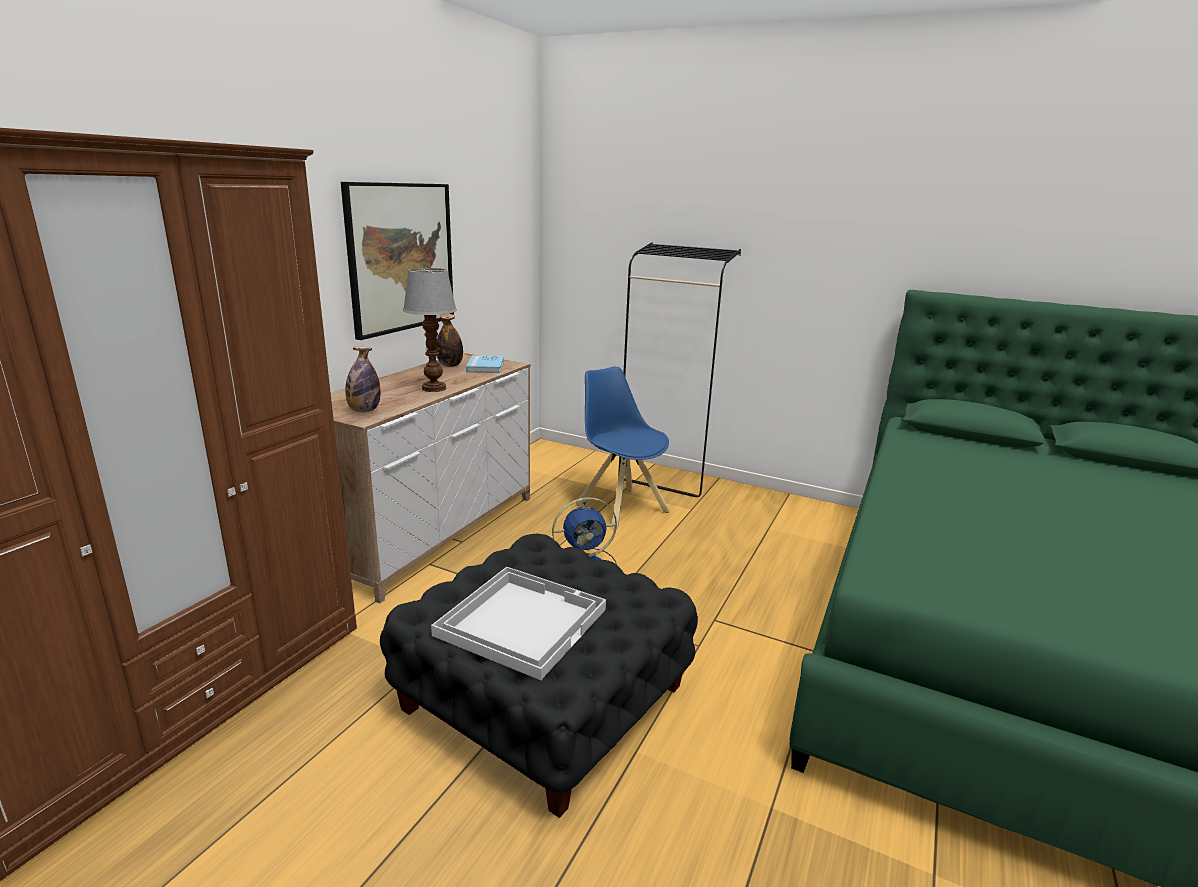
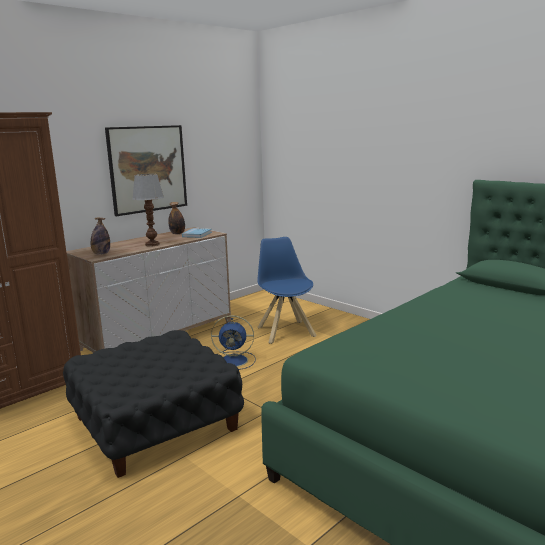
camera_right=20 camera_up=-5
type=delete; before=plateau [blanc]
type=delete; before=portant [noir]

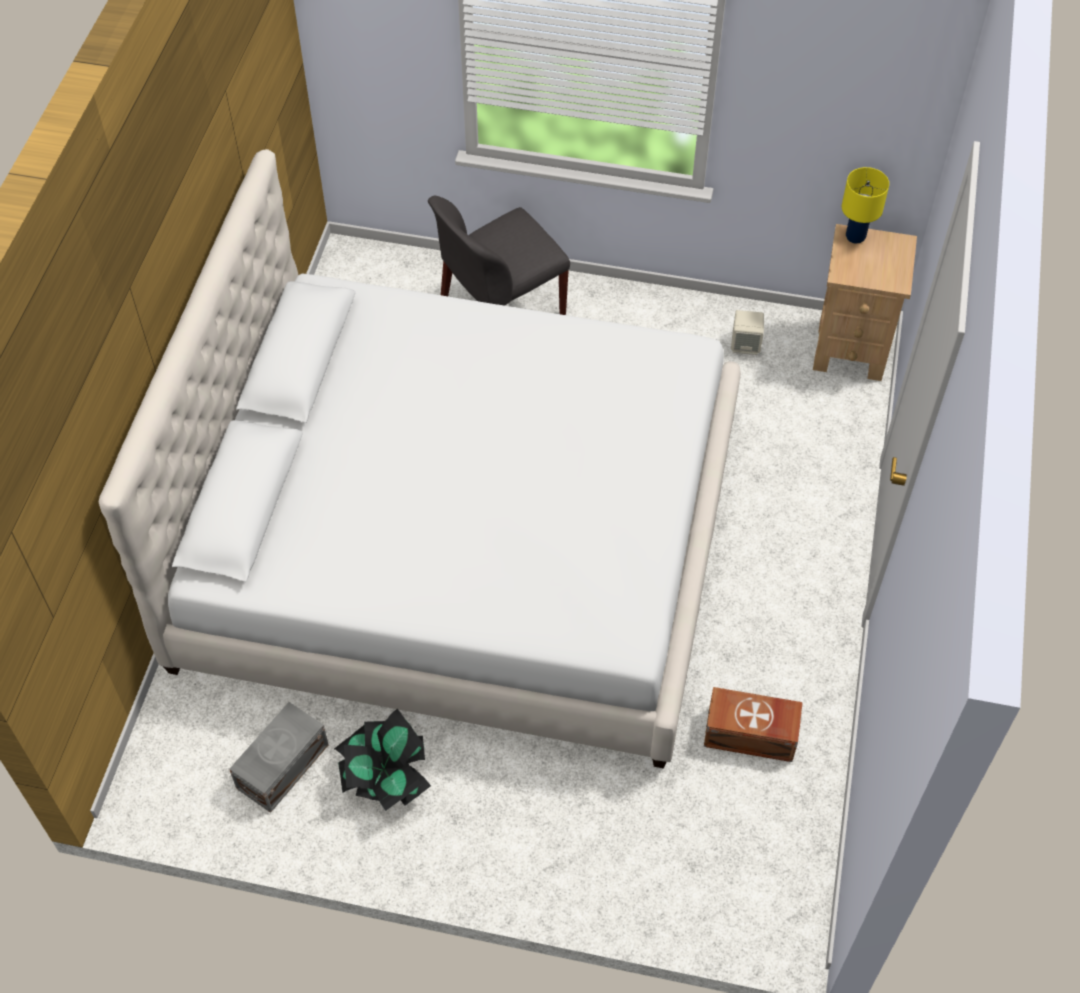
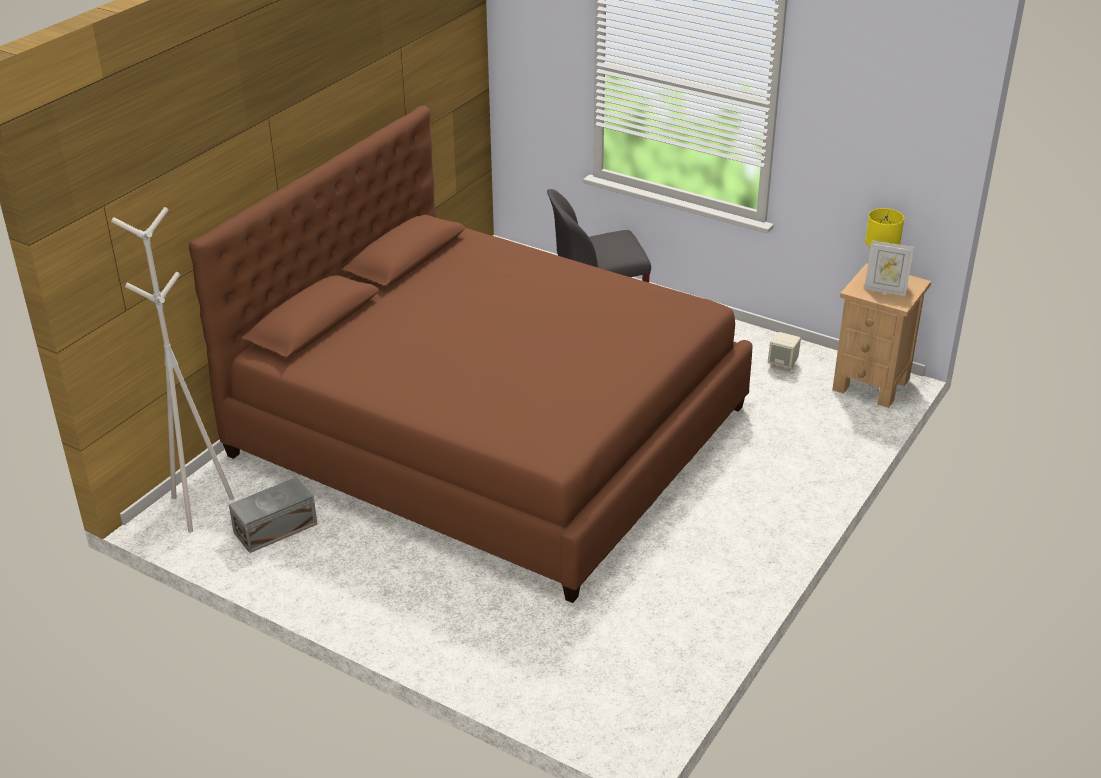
camera_right=20 camera_up=-20
type=delete; before=plante en pot
type=delete; before=boîte de rangement [marron]
type=insert; after=portant [gris]
type=insert; after=cadre photo
type=recolor; before=lit [blanc]; after=lit [marron]

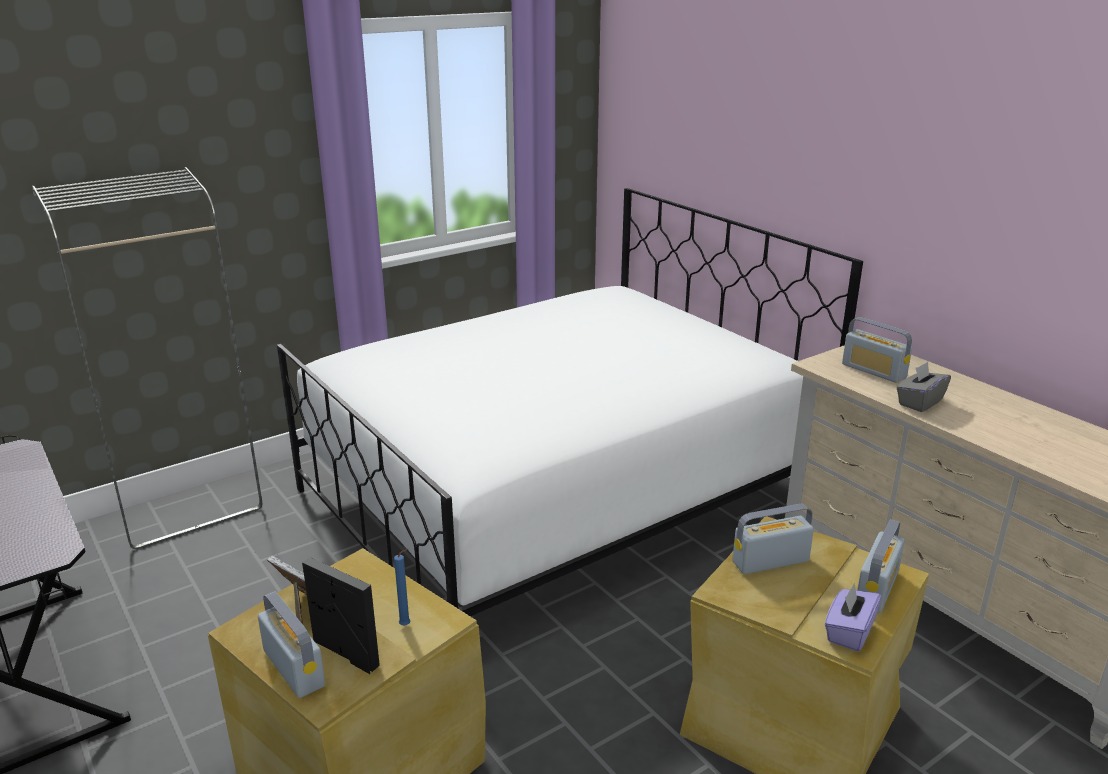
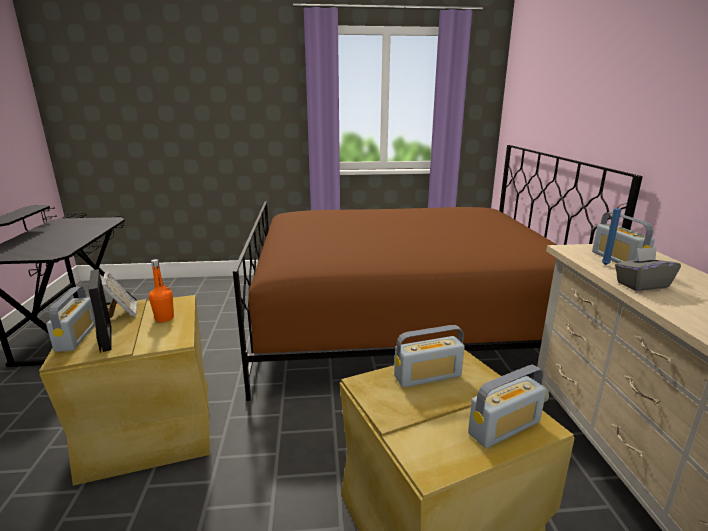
camera_right=30 camera_up=-5
type=delete; before=portant [gris]
type=delete; before=boîte à mouchoirs [violet]
type=insert; after=bouteille [orange]
type=move; before=bougie [bleu]
type=recolor; before=lit [blanc]; after=lit [marron]
type=rotate; before=radio (2nd from left); turn=150

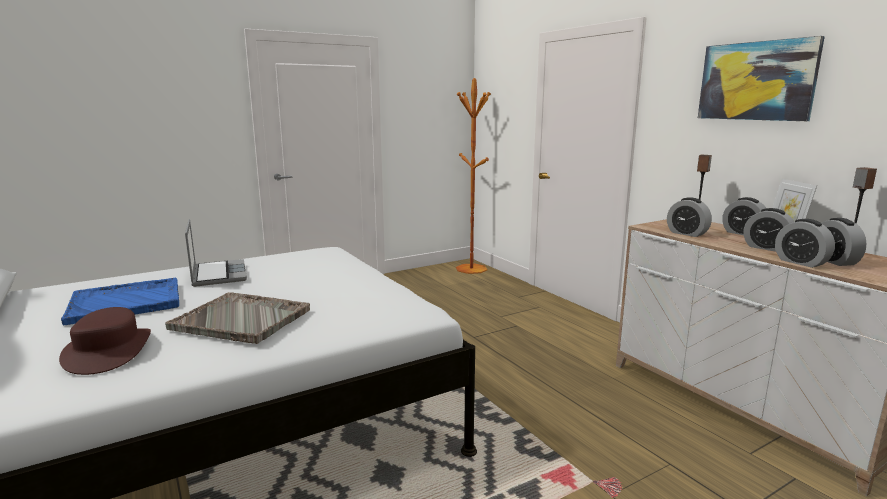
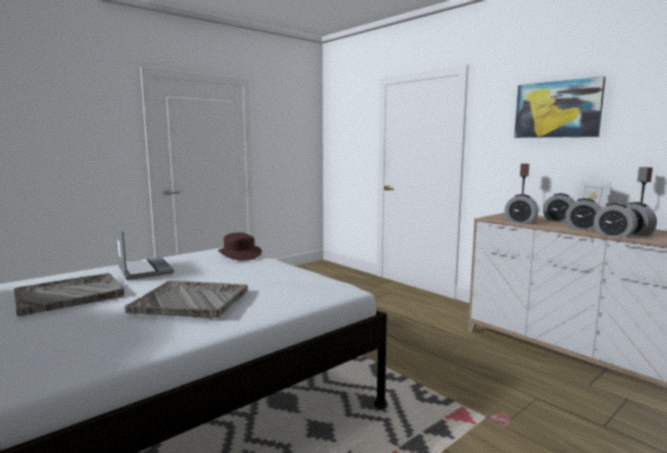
camera_right=-10 camera_up=-5
type=delete; before=portant [orange]
type=move; before=chapeau [marron]
type=recolor; before=plateau [bleu]; after=plateau [gris] (1st from left)

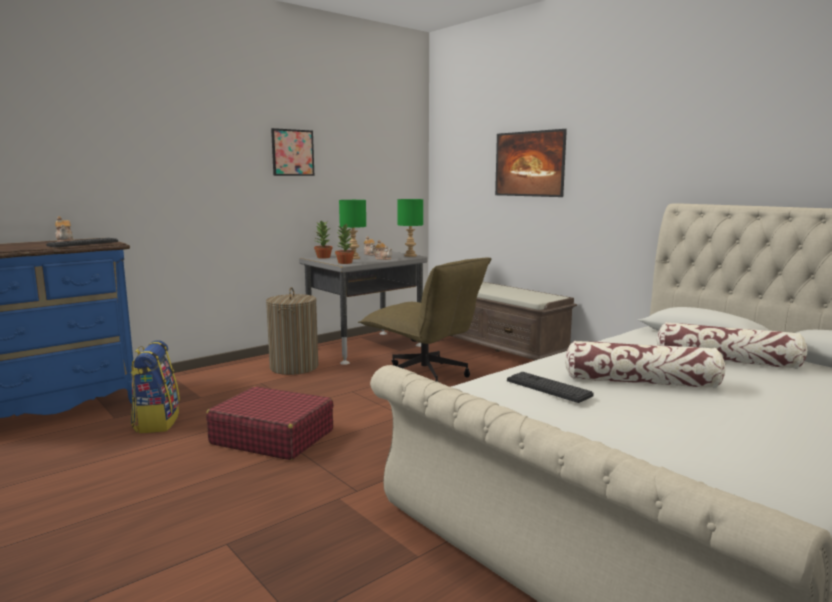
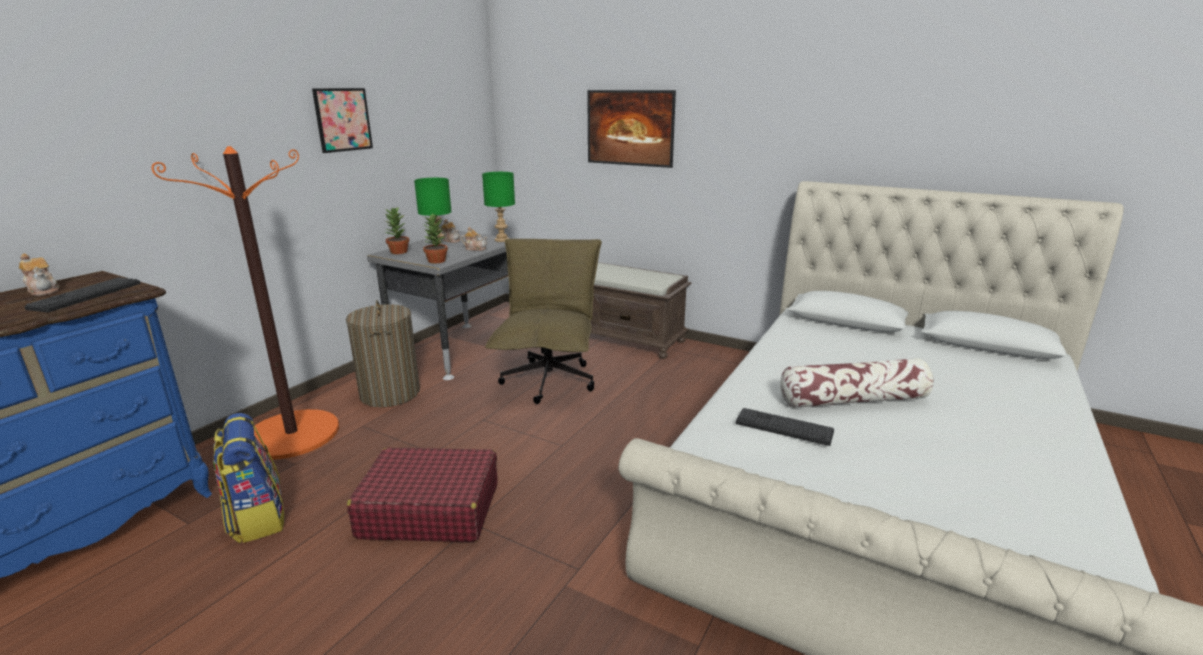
camera_right=-20 camera_up=10
type=delete; before=coussin (2nd from left)
type=insert; after=portant [orange]
type=rotate; before=chaise de bureau [beige]; turn=-105

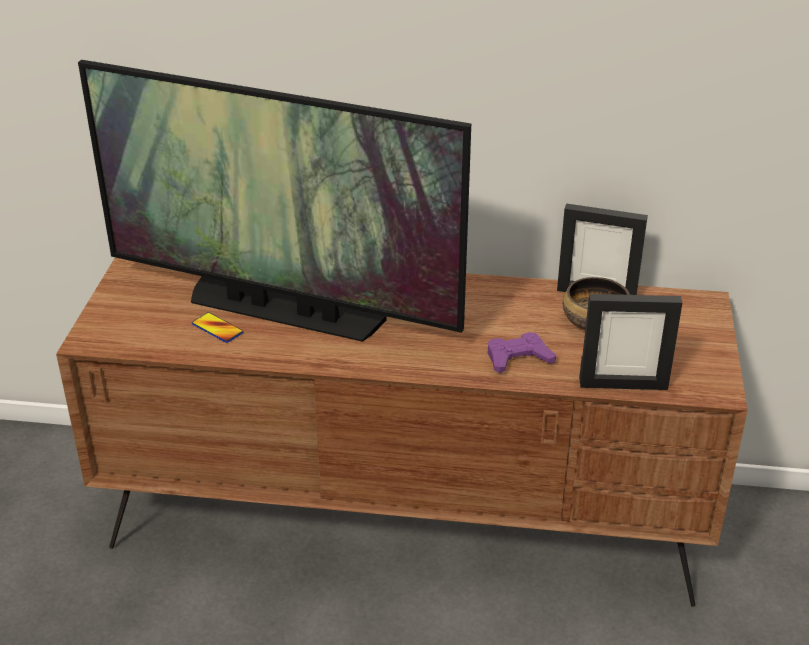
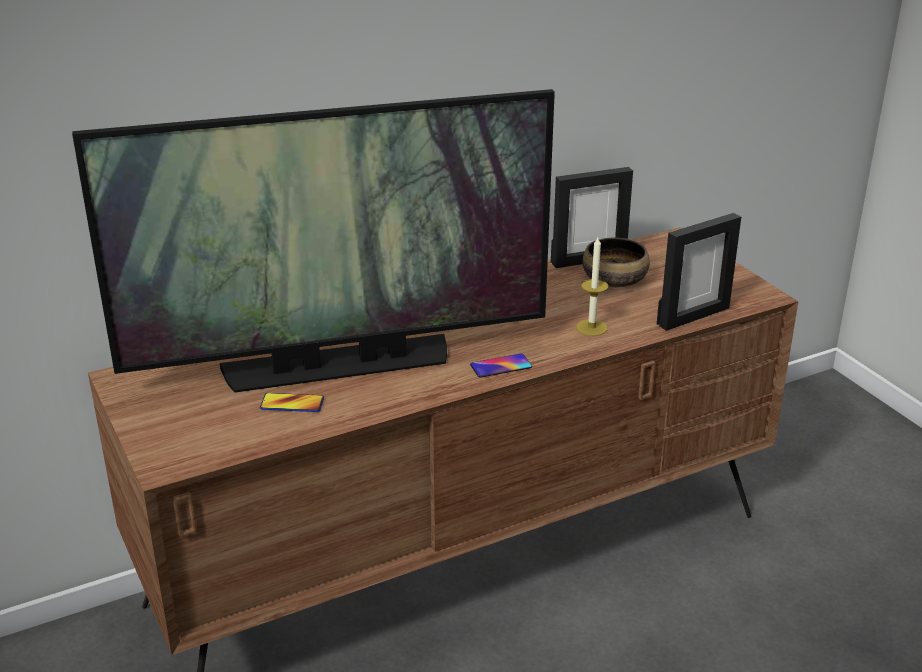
camera_right=-35 camera_up=-5
type=insert; after=téléphone (2nd from left)
type=replace; before=manette [violet]; after=bougie

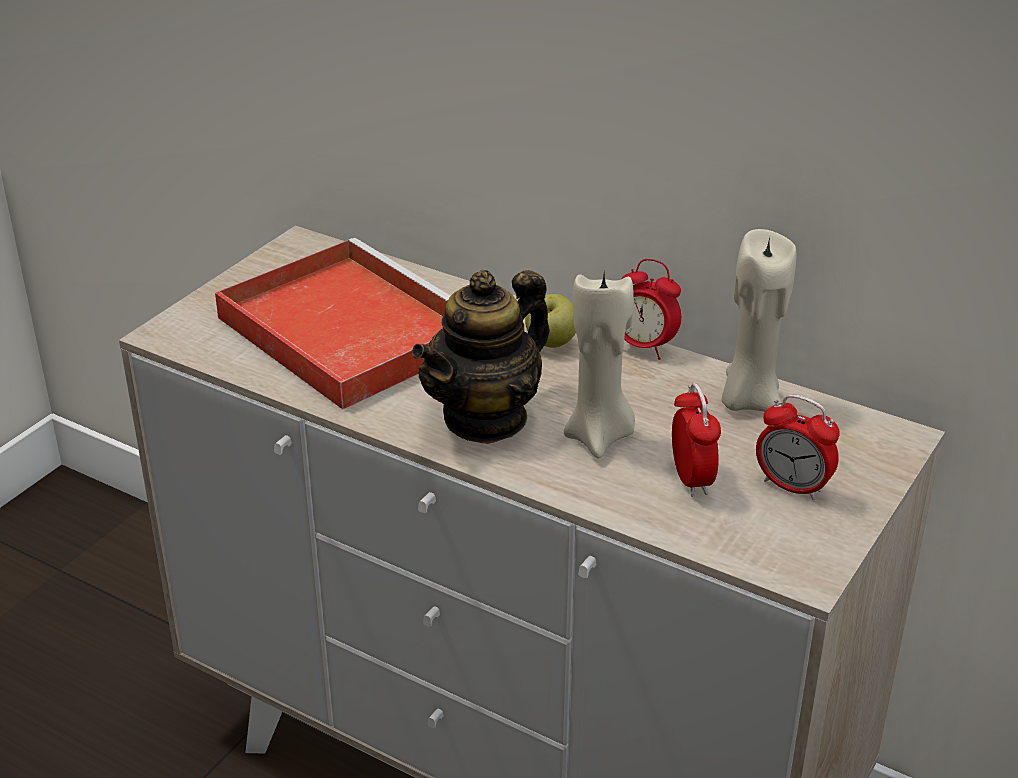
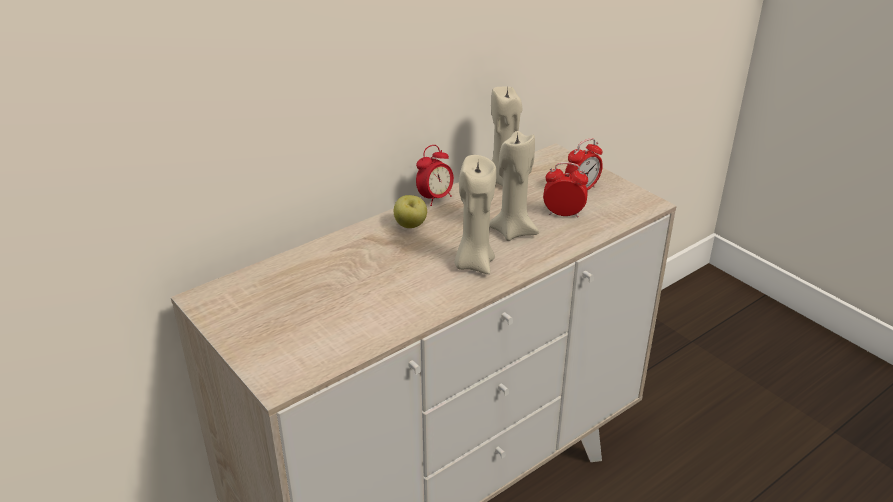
camera_right=-70 camera_up=0
type=delete; before=plateau [rouge]
type=replace; before=théière; after=bougie [beige] (1st from left)

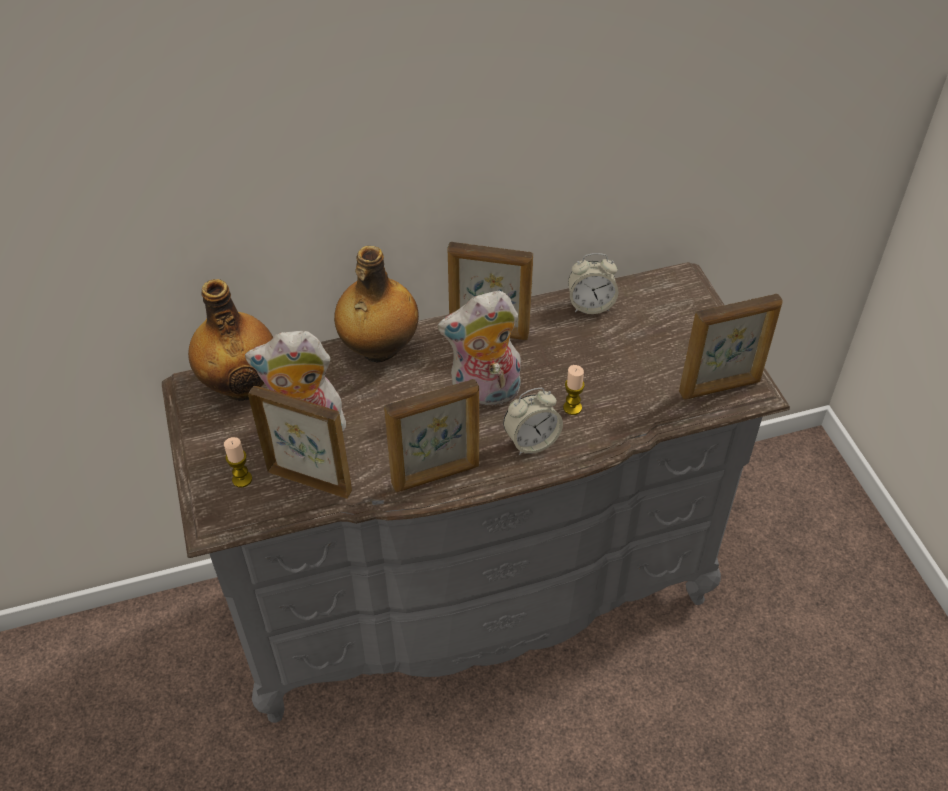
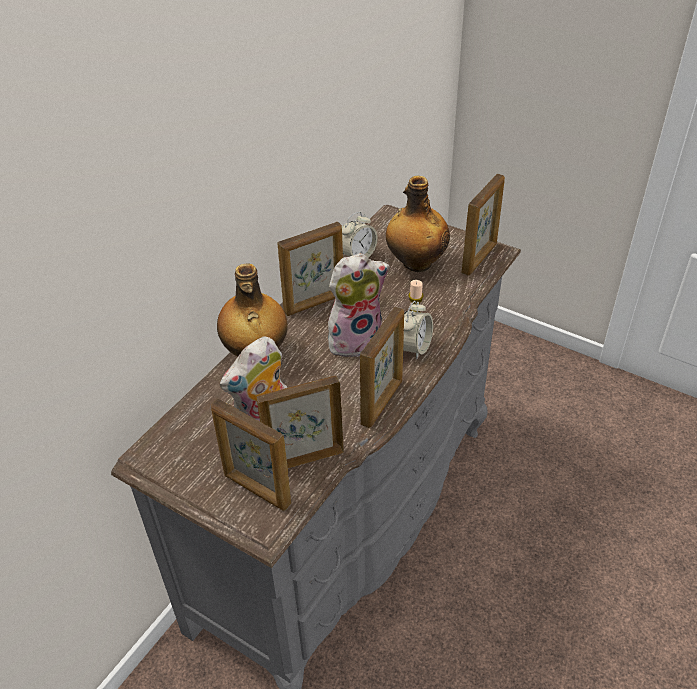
camera_right=-40 camera_up=-5
type=move; before=bouteille (1st from left in the first image); after=bouteille (2nd from left)
type=replace; before=bougie (1st from left); after=cadre photo (1st from left)
type=rotate; before=peluche (2nd from left); turn=-150

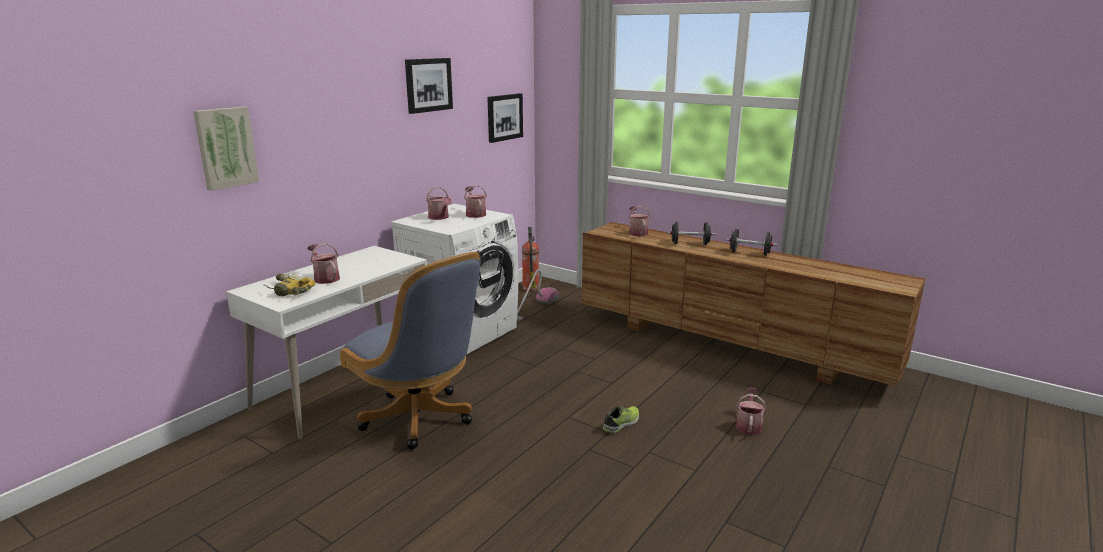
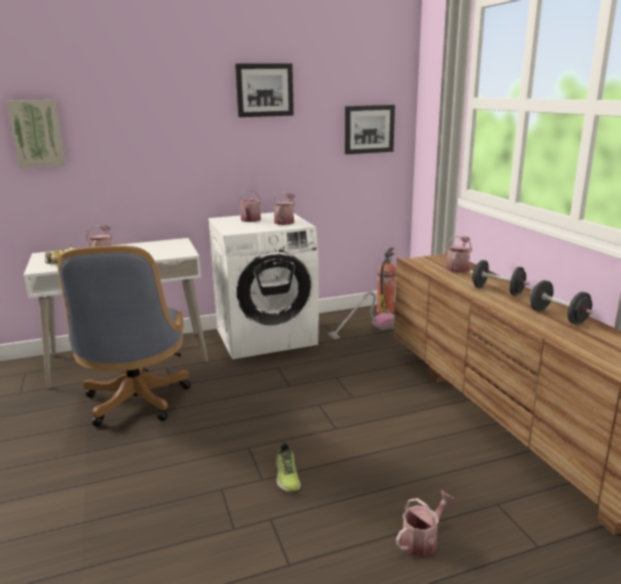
camera_right=35 camera_up=0
type=rotate; before=chaussure; turn=90

